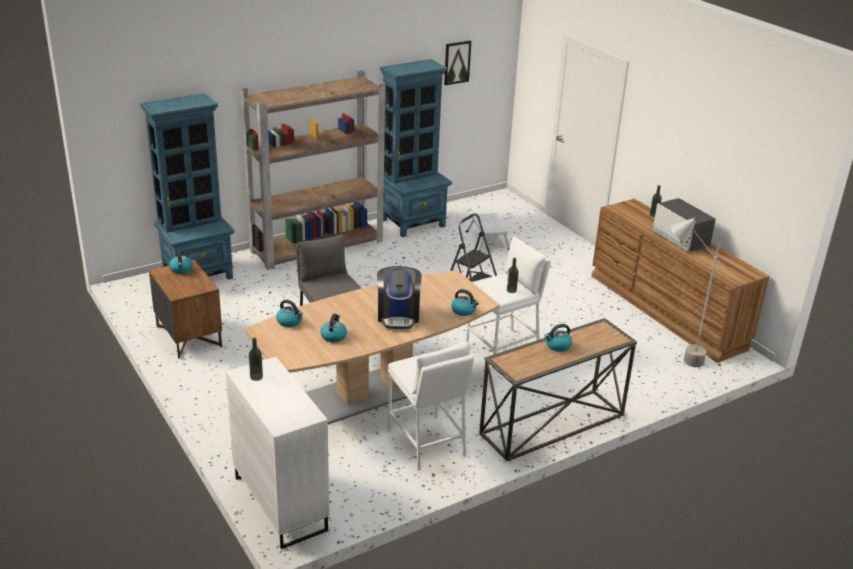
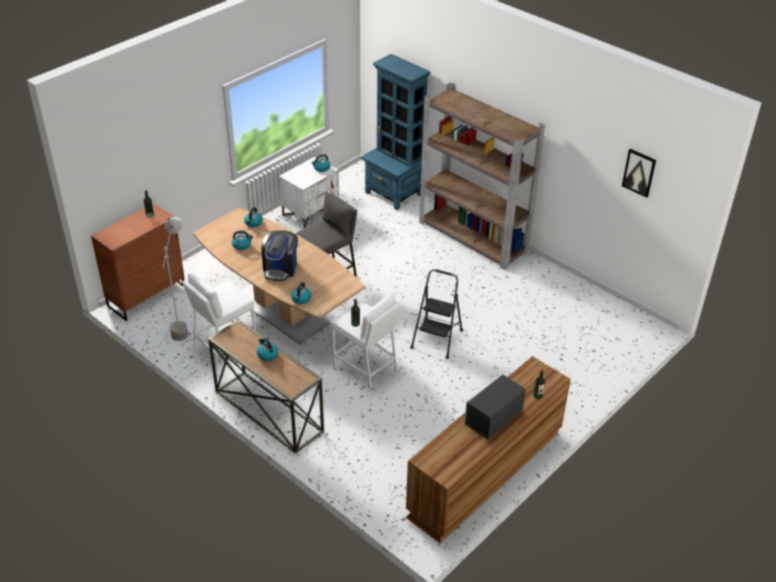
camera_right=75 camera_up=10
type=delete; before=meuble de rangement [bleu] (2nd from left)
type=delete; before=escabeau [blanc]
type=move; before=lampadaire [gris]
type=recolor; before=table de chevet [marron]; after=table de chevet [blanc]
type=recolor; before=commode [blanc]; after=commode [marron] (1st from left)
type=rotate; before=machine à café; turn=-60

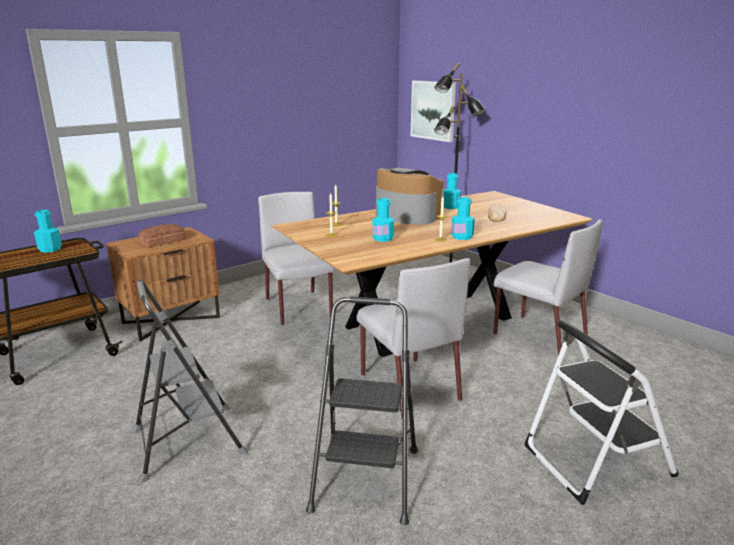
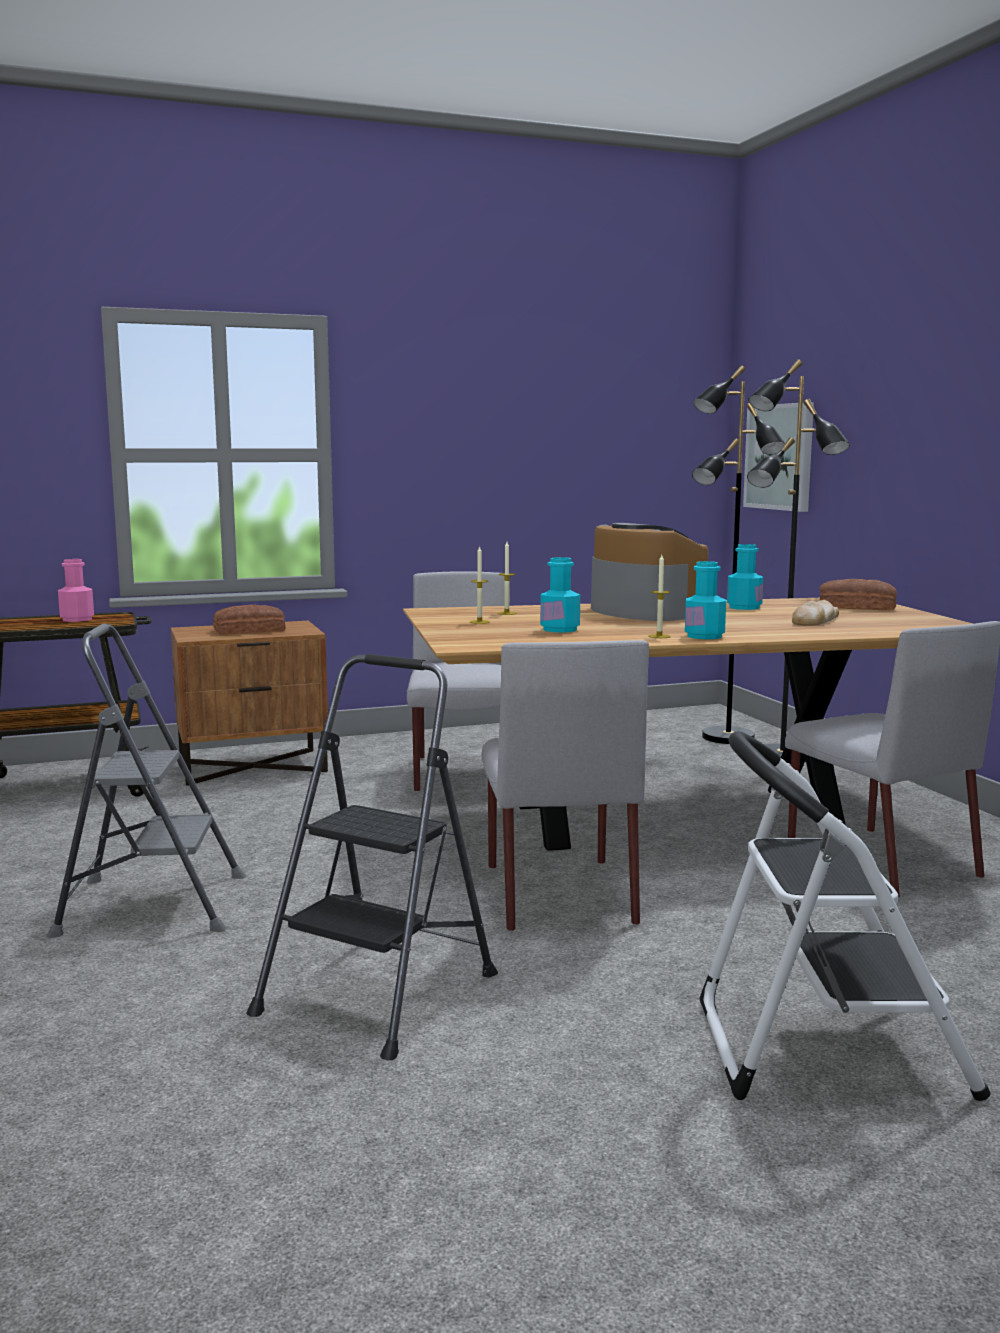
camera_right=20 camera_up=-10
type=insert; after=lampadaire [noir] (1st from left)
type=insert; after=pain (3rd from left)
type=recolor; before=bouteille [turquoise] (1st from left); after=bouteille [rose]

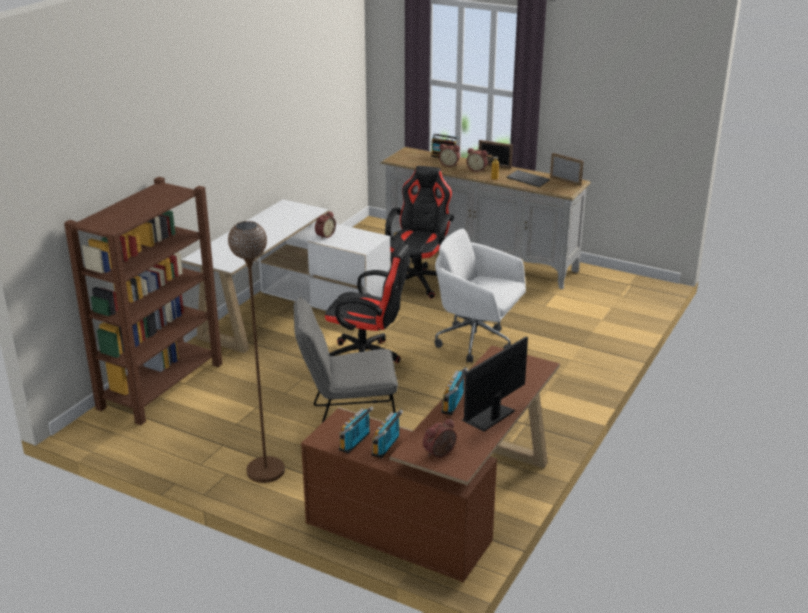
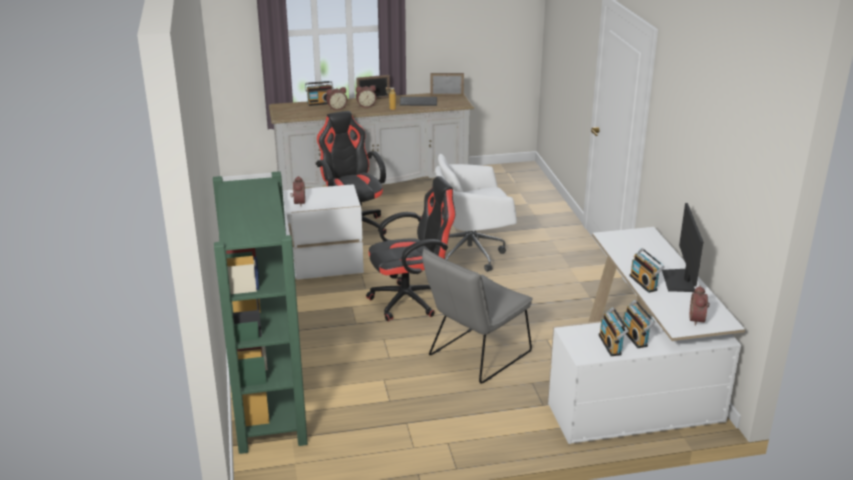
camera_right=-40 camera_up=0
type=delete; before=lampadaire [marron]
type=recolor; before=bibliothèque [marron]; after=bibliothèque [vert]
type=recolor; before=bureau [marron]; after=bureau [blanc] (2nd from left)

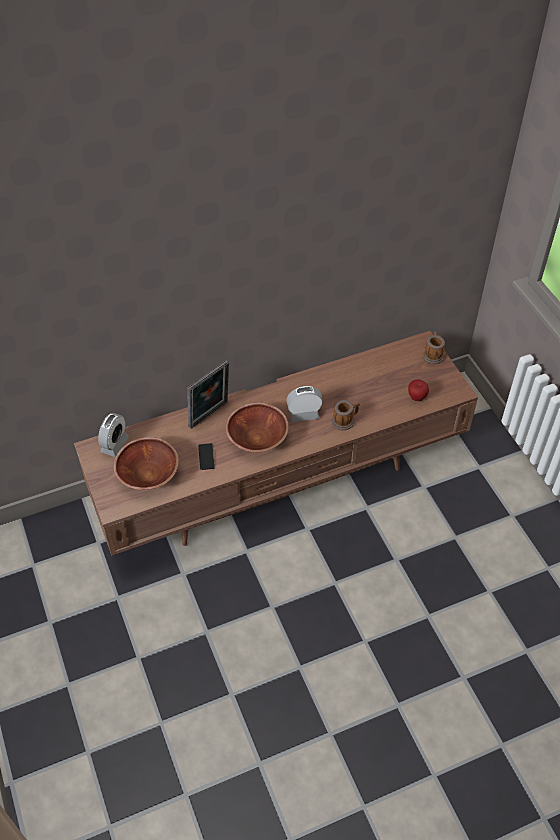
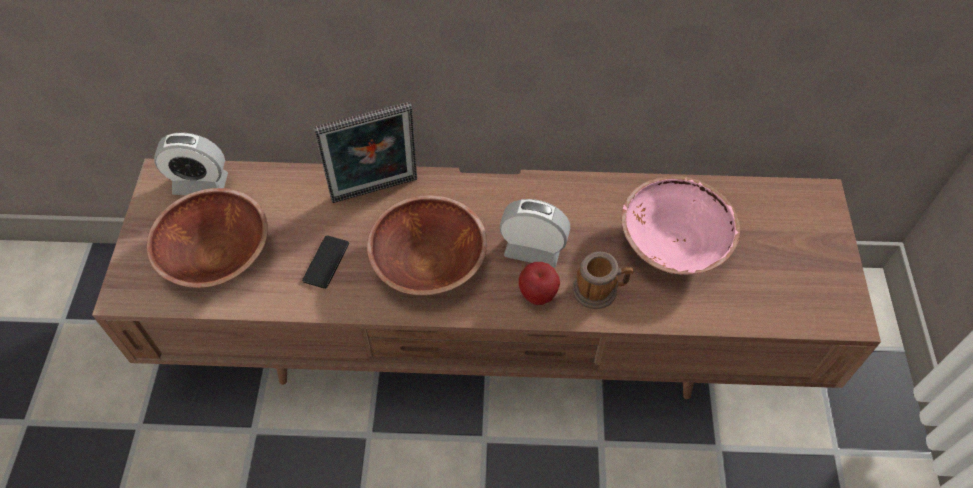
camera_right=25 camera_up=5
type=delete; before=mug (2nd from left)
type=insert; after=bol [rose]
type=move; before=pomme
type=rotate; before=réveil (1st from left); turn=45

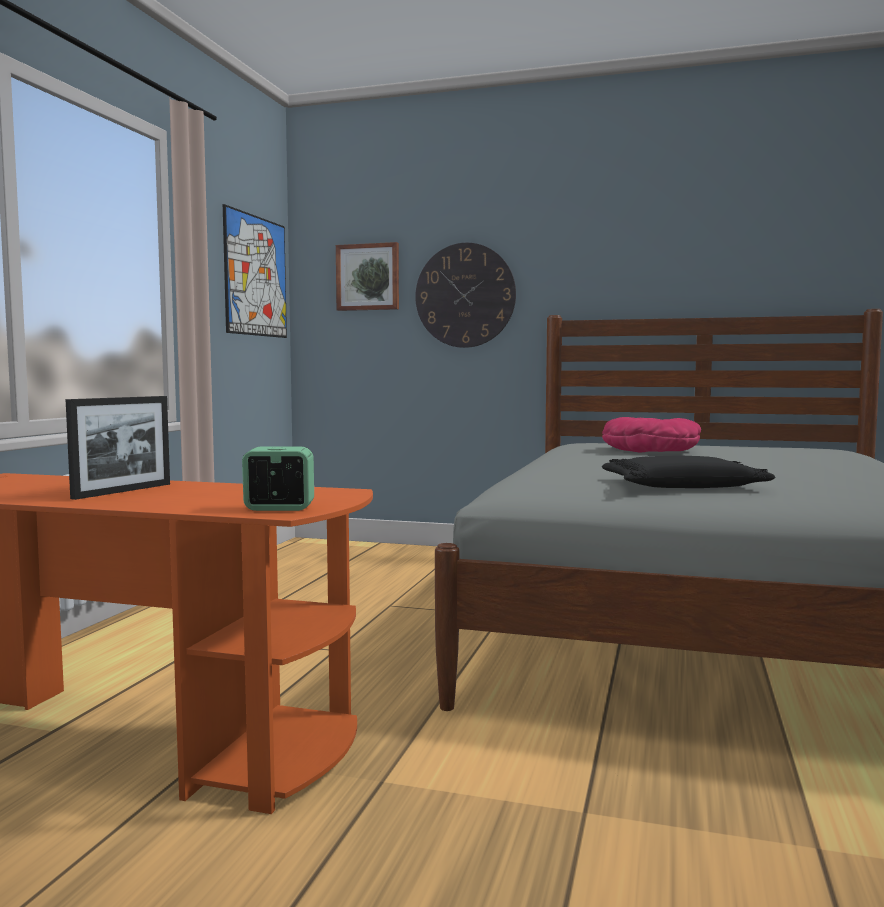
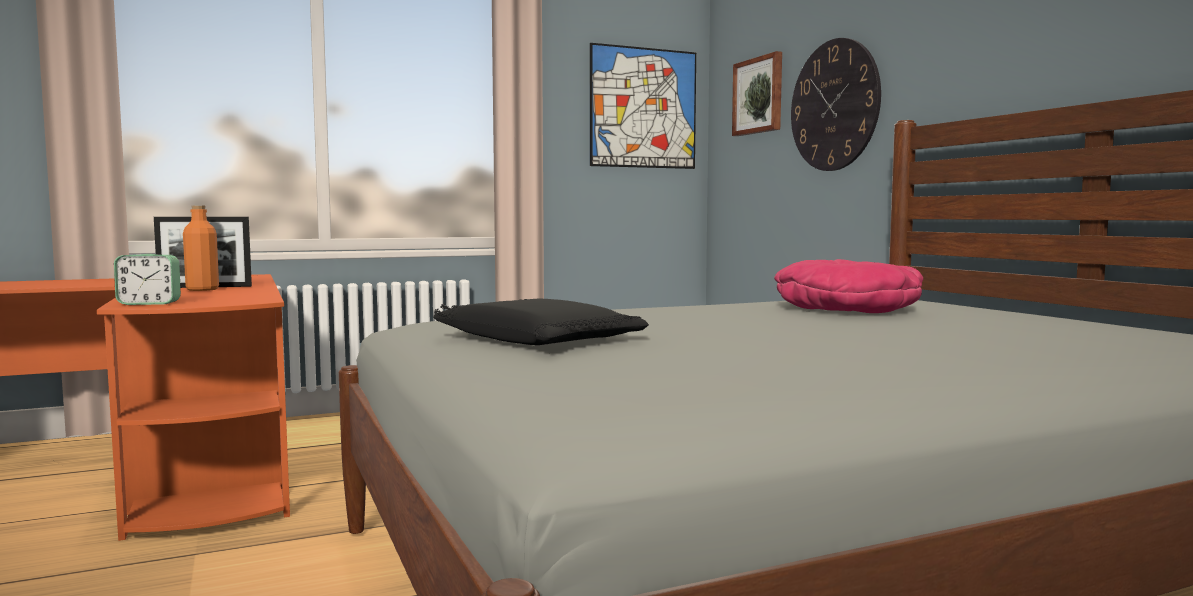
camera_right=50 camera_up=0
type=insert; after=bouteille [orange]
type=rotate; before=réveil; turn=120

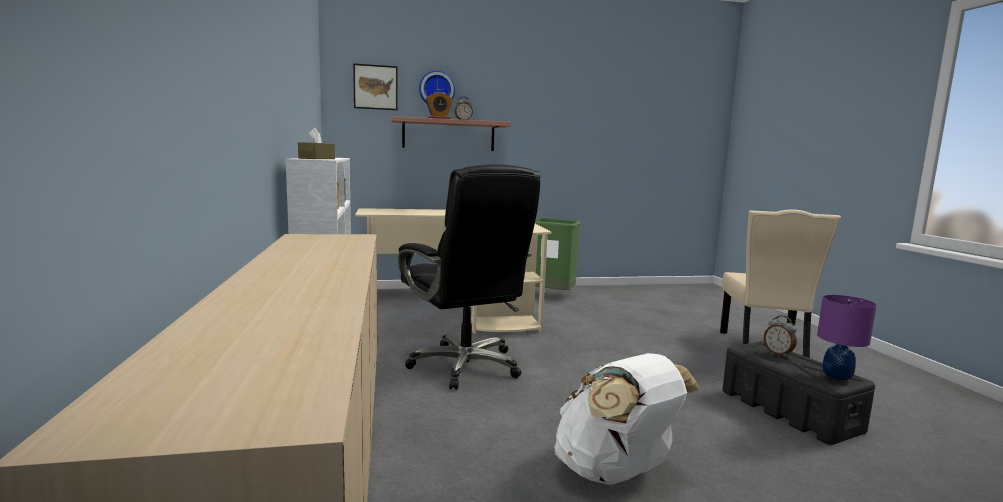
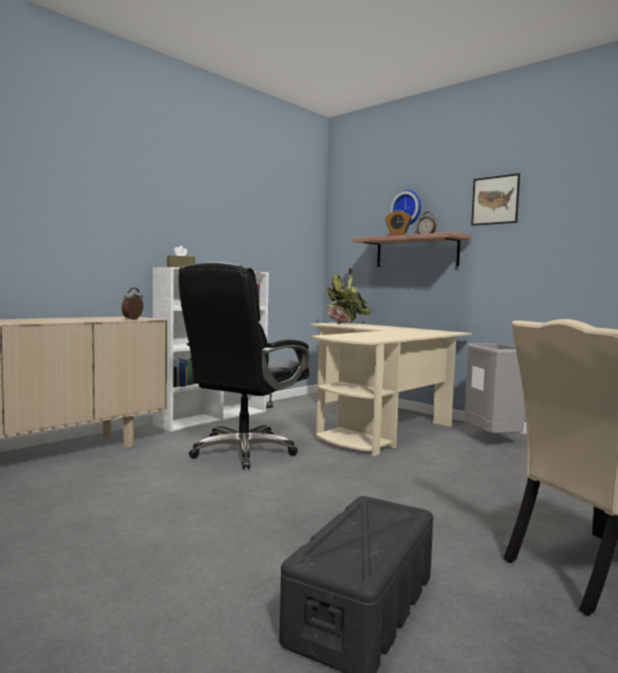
camera_right=55 camera_up=-5
type=delete; before=sac à dos [blanc]
type=delete; before=lampe de table [violet]
type=insert; after=plante en pot
type=move; before=tableau
type=move; before=réveil (3rd from left in the first image); after=réveil (1st from left)
type=recolor; before=poubelle [vert]; after=poubelle [gris]

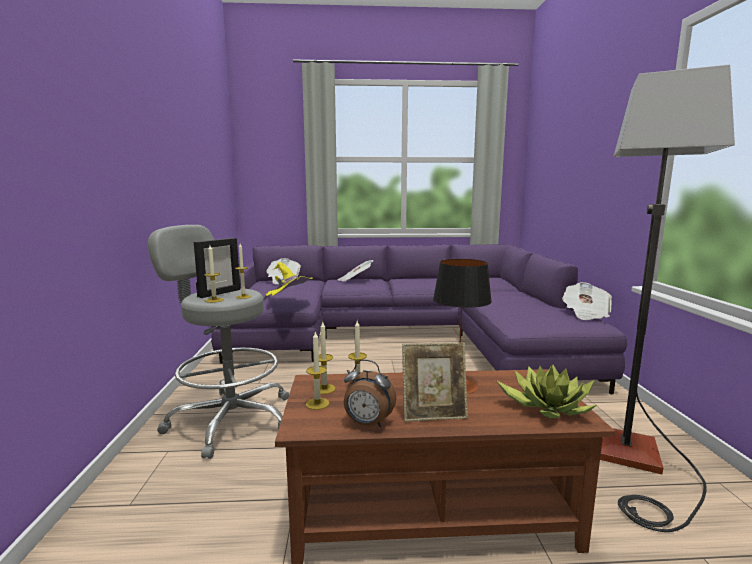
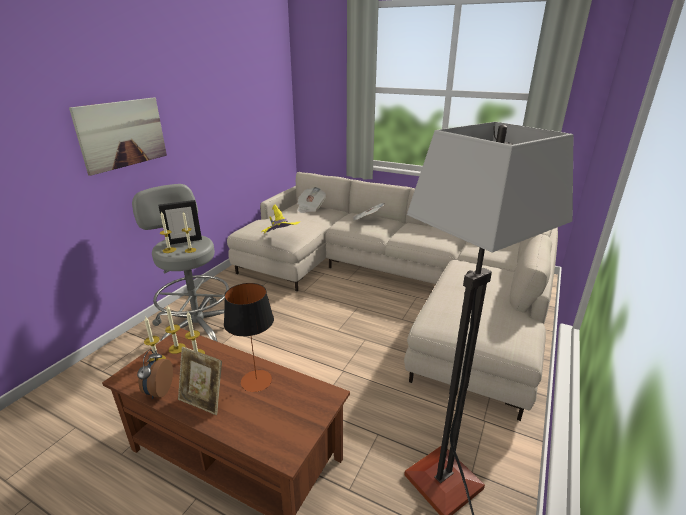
camera_right=30 camera_up=15
type=delete; before=plante en pot
type=delete; before=journal (3rd from left)
type=insert; after=tableau
type=recolor; before=canapé [violet]; after=canapé [beige]
type=rotate; before=réveil; turn=45

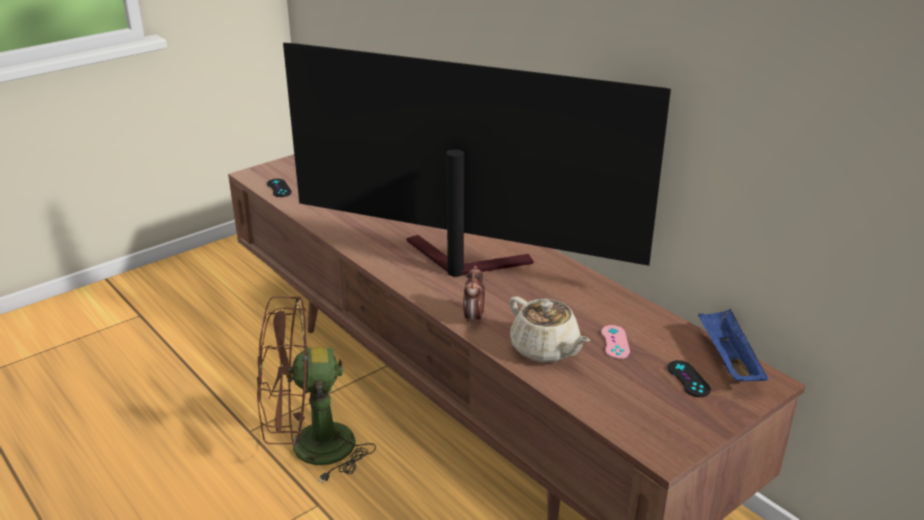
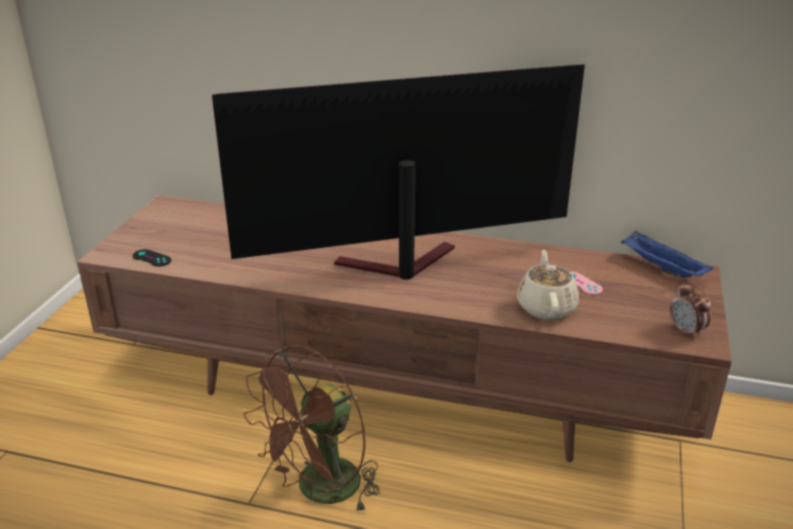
camera_right=-35 camera_up=0
type=delete; before=manette [noir] (2nd from left)
type=move; before=réveil
type=rotate; before=théière [beige]; turn=-105

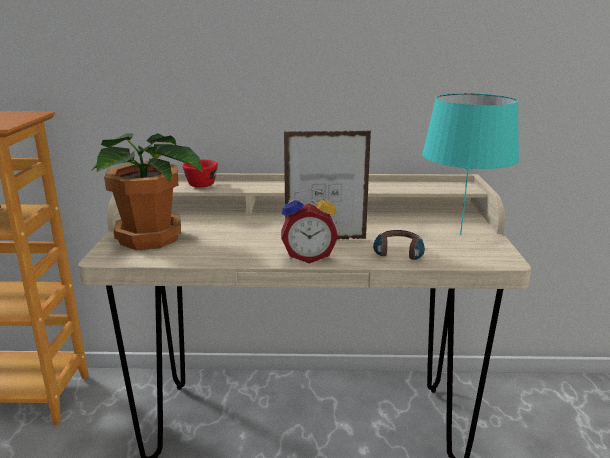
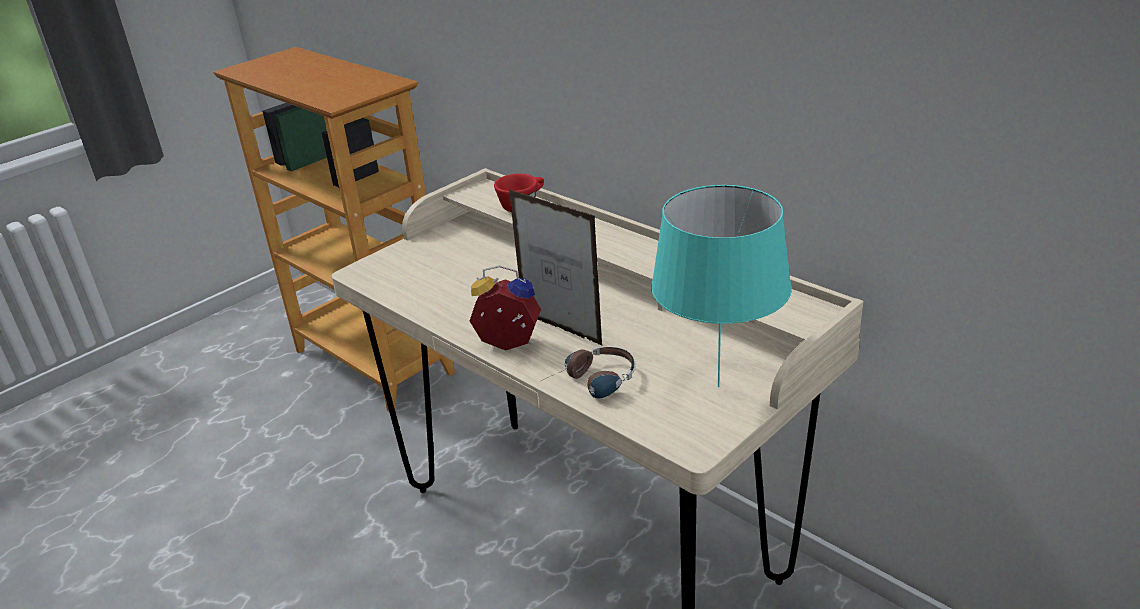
camera_right=45 camera_up=10
type=delete; before=plante en pot
type=rotate; before=réveil; turn=150

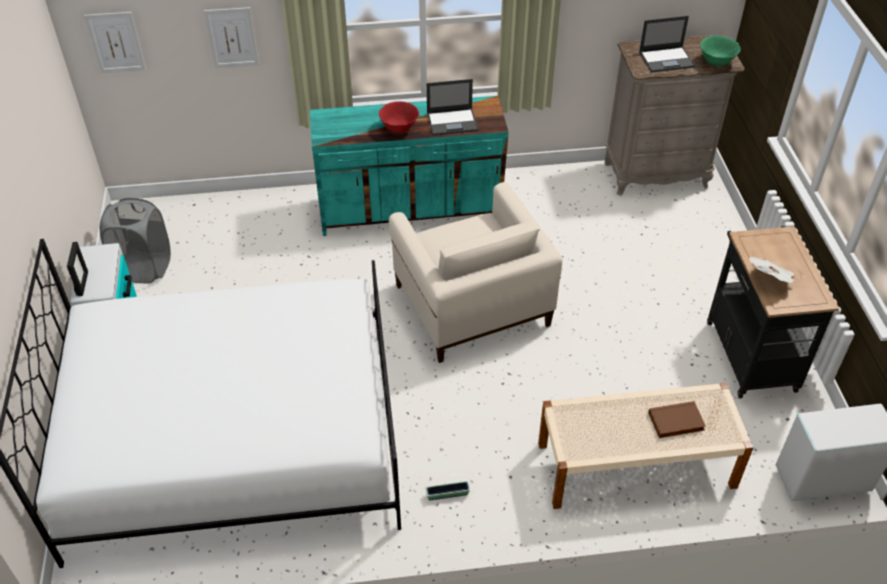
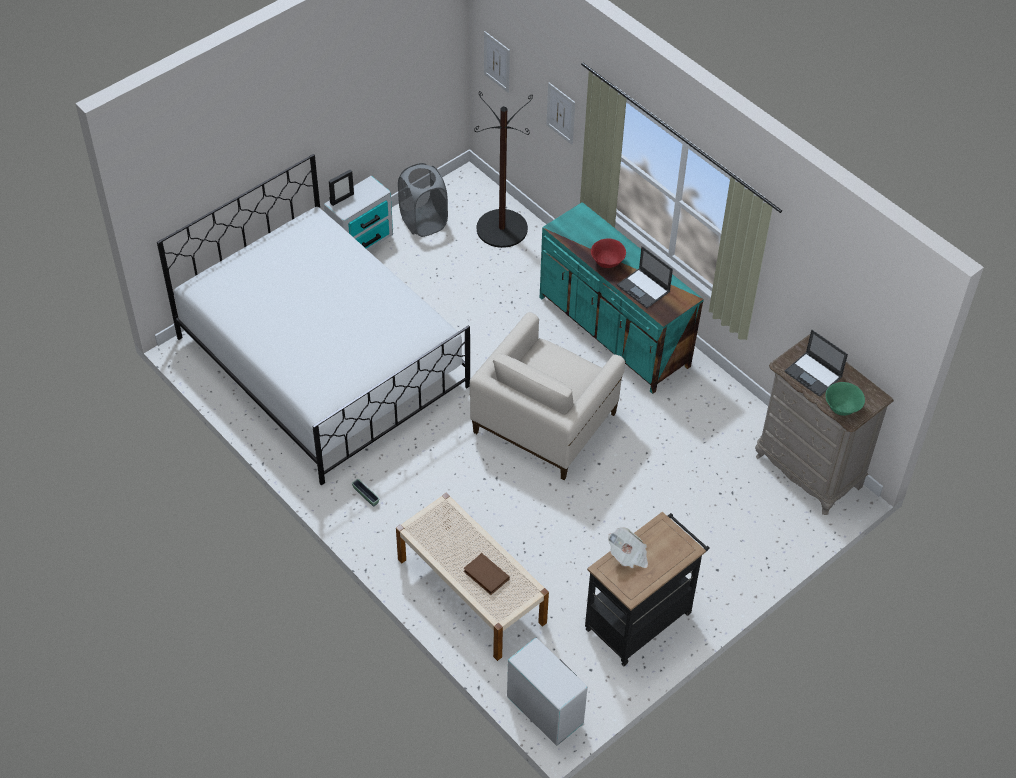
camera_right=55 camera_up=5
type=insert; after=portant [noir]

